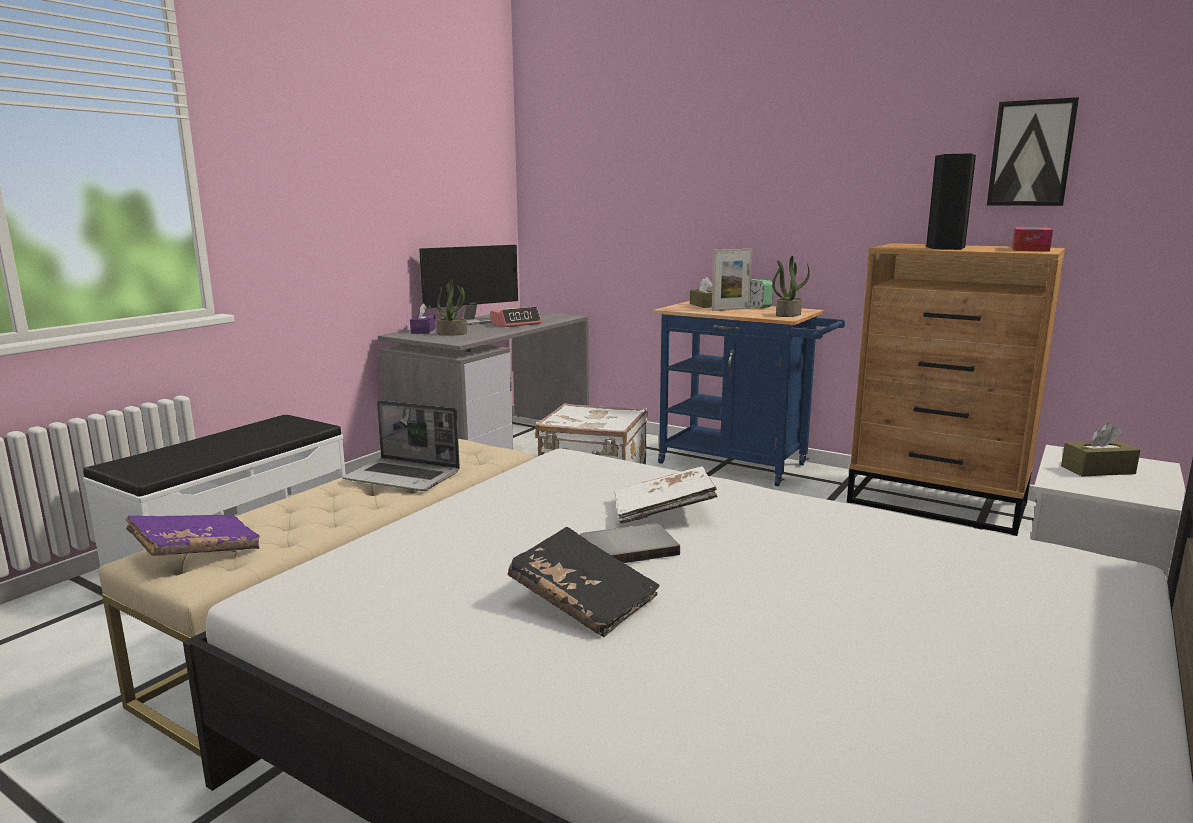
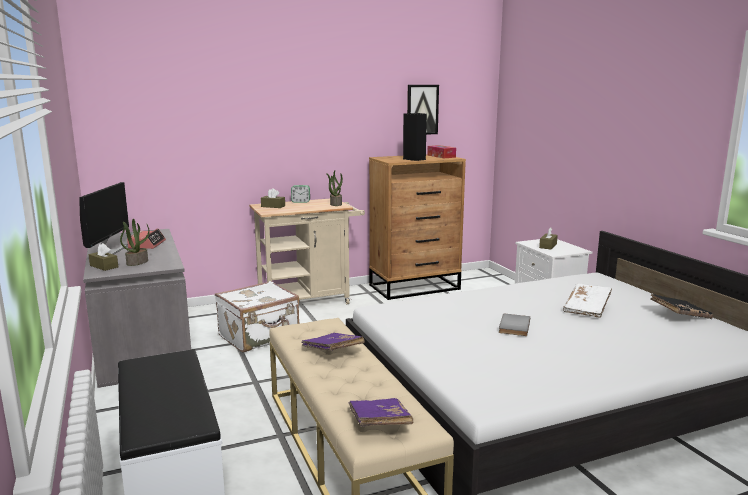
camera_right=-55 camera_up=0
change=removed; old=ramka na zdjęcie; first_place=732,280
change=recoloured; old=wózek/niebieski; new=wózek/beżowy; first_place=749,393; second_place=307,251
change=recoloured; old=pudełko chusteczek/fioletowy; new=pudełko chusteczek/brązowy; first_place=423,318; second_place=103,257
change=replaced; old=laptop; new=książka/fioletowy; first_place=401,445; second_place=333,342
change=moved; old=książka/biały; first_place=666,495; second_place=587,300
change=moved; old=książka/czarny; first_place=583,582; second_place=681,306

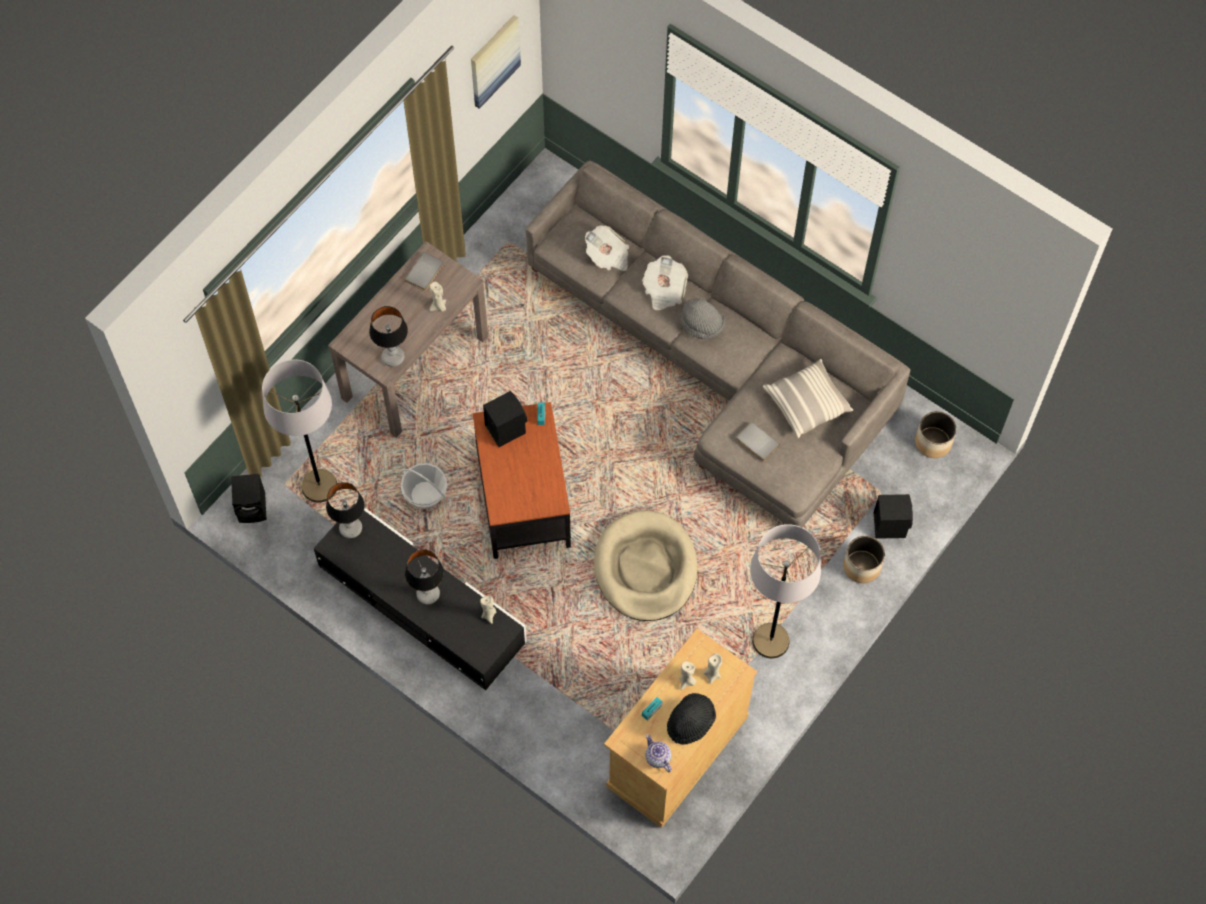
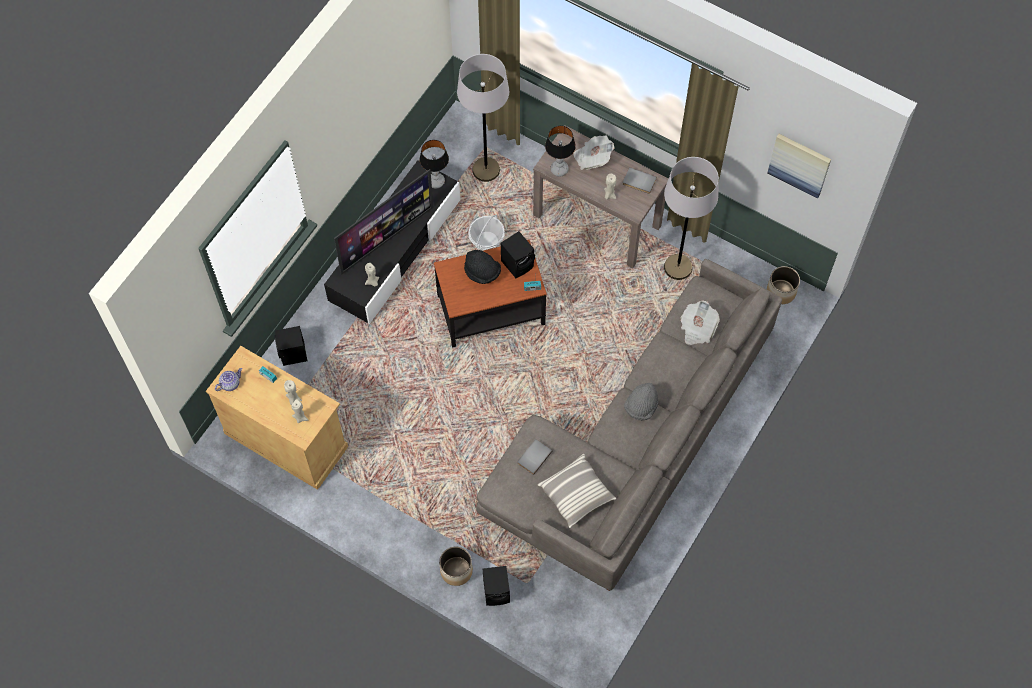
camera_right=85 camera_up=0
change=moved; old=gazeta; first_place=665,283; second_place=593,152
change=moved; old=donica; first_place=935,434; second_place=783,285
change=moved; old=głośnik/czarny; first_place=249,498; second_place=291,346
change=removed; old=legowisko/beżowy; first_place=646,565
change=moved; old=lampa stojąca/szary; first_place=785,591; second_place=691,218
change=replaced; old=lampa stołowa; new=telewizor; first_place=424,577; second_place=383,222
change=moved; old=kapelusz/czarny; first_place=691,719; second_place=482,267

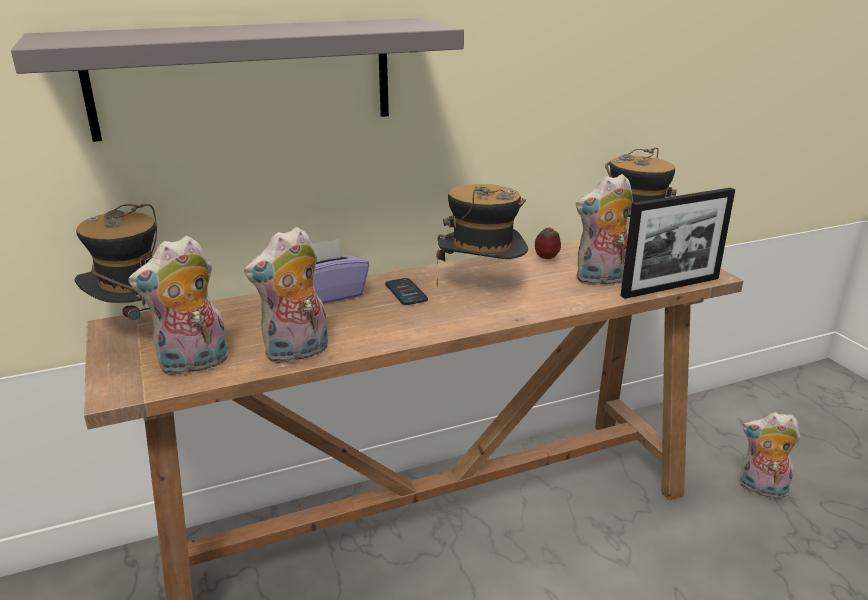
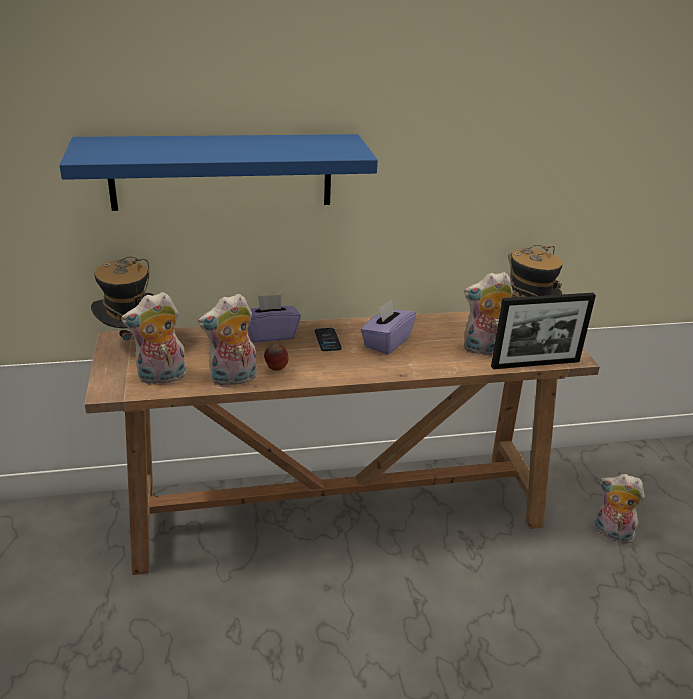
camera_right=10 camera_up=5
change=recoloured; old=półka/szary; new=półka/niebieski; first_place=237,80; second_place=218,172
change=replaced; old=kapelusz; new=pudełko chusteczek/fioletowy; first_place=482,235; second_place=388,327
change=moved; old=jabłko; first_place=548,243; second_place=276,357

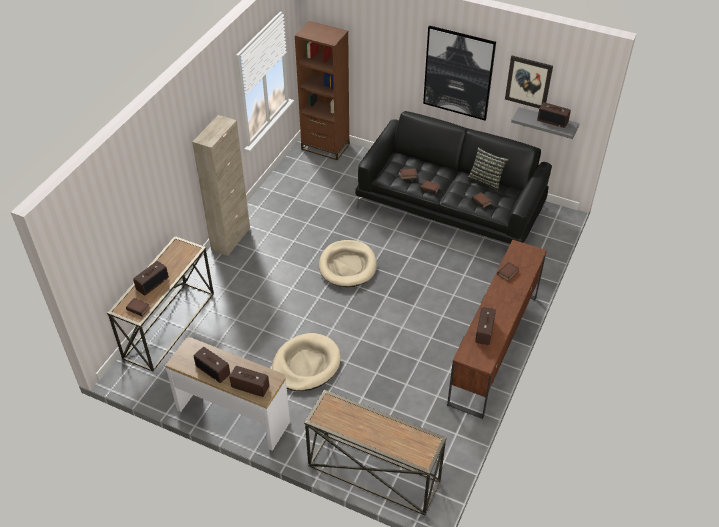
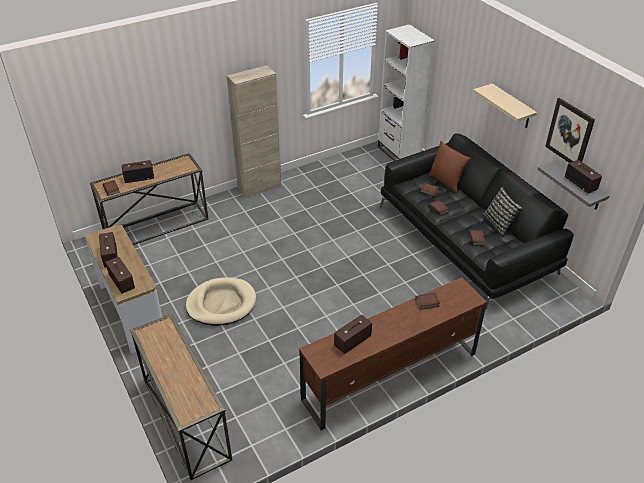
camera_right=35 camera_up=-5
change=recoloured; old=regał/brązowy; new=regał/biały; first_place=322,90; second_place=406,92
change=replaced; old=obraz; new=półka/beżowy; first_place=459,72; second_place=505,105
change=removed; old=legowisko/beżowy; first_place=348,263
change=added; new=poduszka/brązowy; second_place=449,167

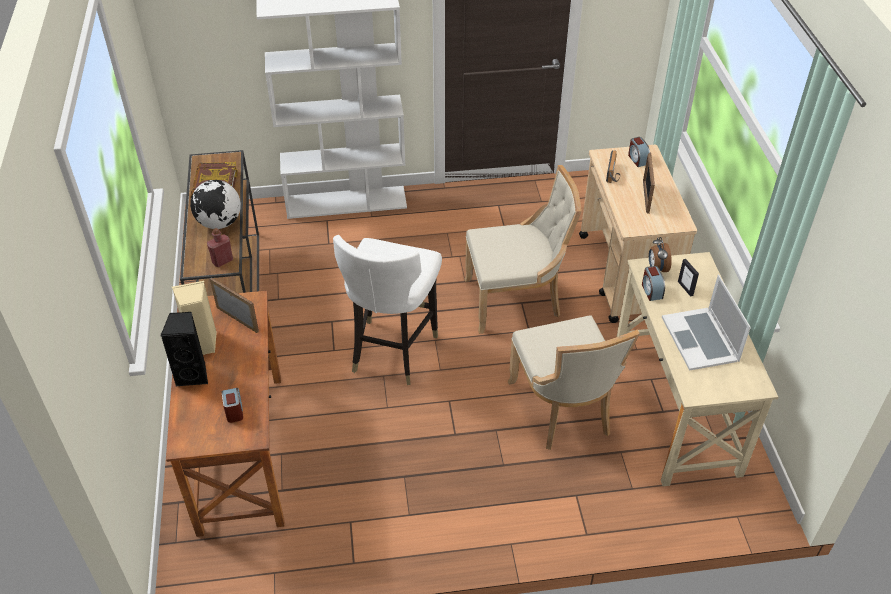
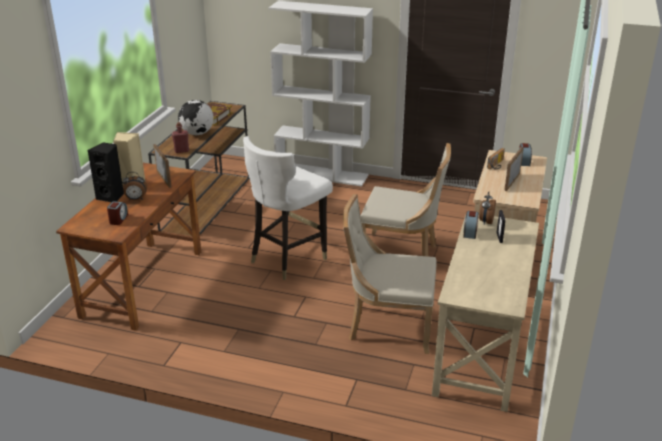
camera_right=25 camera_up=-15
change=removed; old=laptop; first_place=706,323
change=turned; old=krzesło/beżowy; first_place=573,382; second_place=389,274; degrees=90
change=added; new=budzik; second_place=134,186

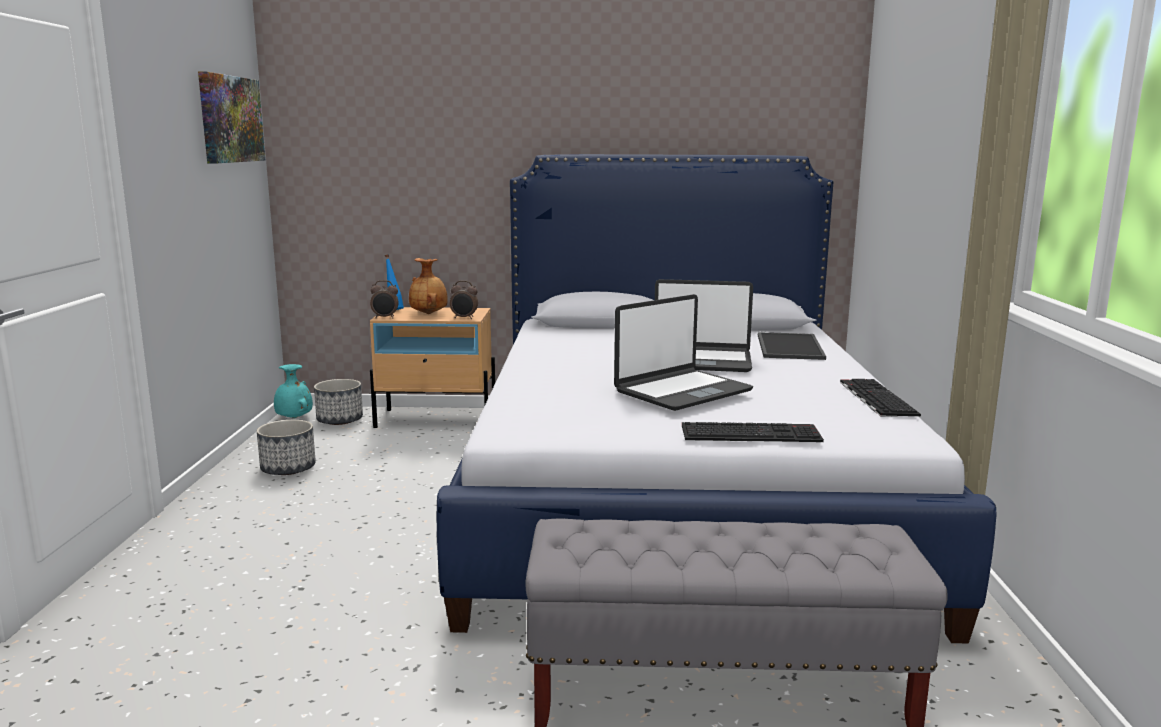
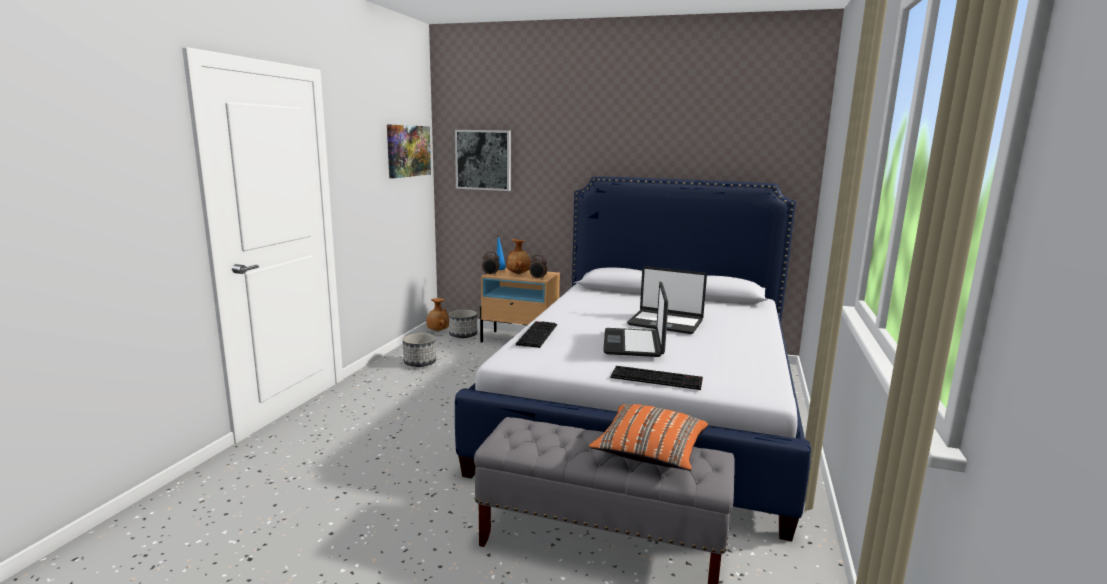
camera_right=15 camera_up=0
change=turned; old=laptop; first_place=683,352; second_place=635,319; degrees=120
change=removed; old=taca; first_place=792,346
change=recoloured; old=wazon/turkusowy; new=wazon/brązowy; first_place=293,391; second_place=438,314
change=moved; old=klawiatura; first_place=880,398; second_place=536,334
change=added; new=obraz; second_place=483,160
change=added; new=poduszka/pomarańczowy; second_place=648,437

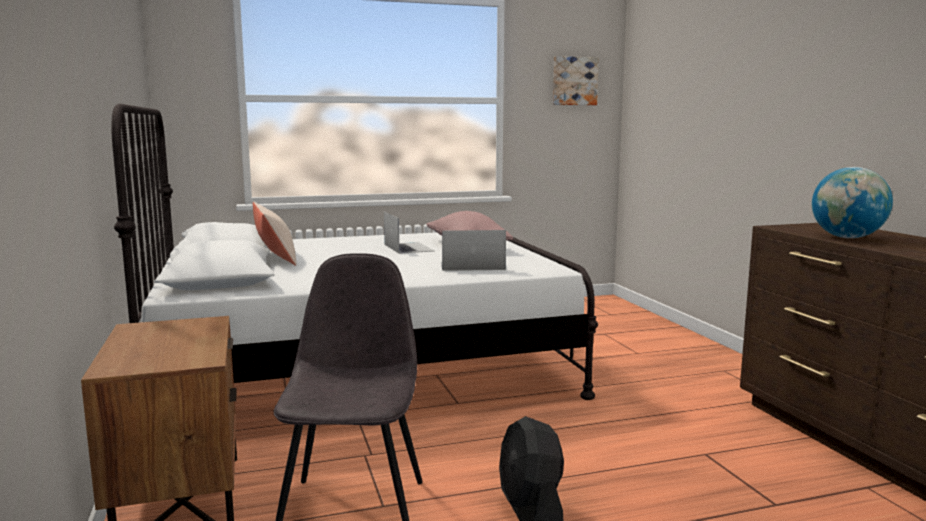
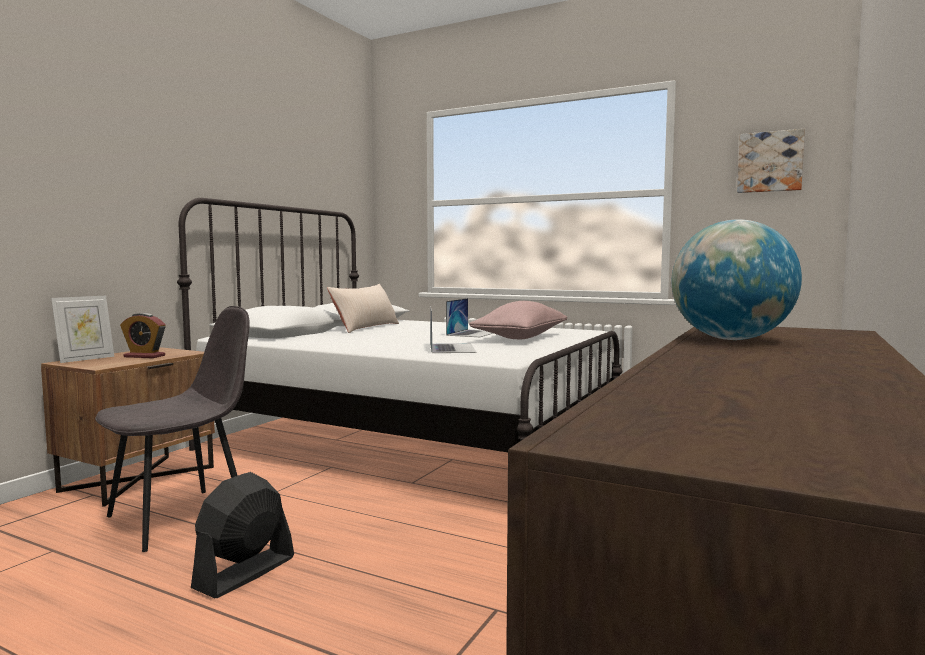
camera_right=45 camera_up=-5
change=turned; old=laptop; first_place=473,250; second_place=453,329; degrees=45
change=added; new=ramka na zdjęcie; second_place=83,329
change=added; new=budzik; second_place=143,335

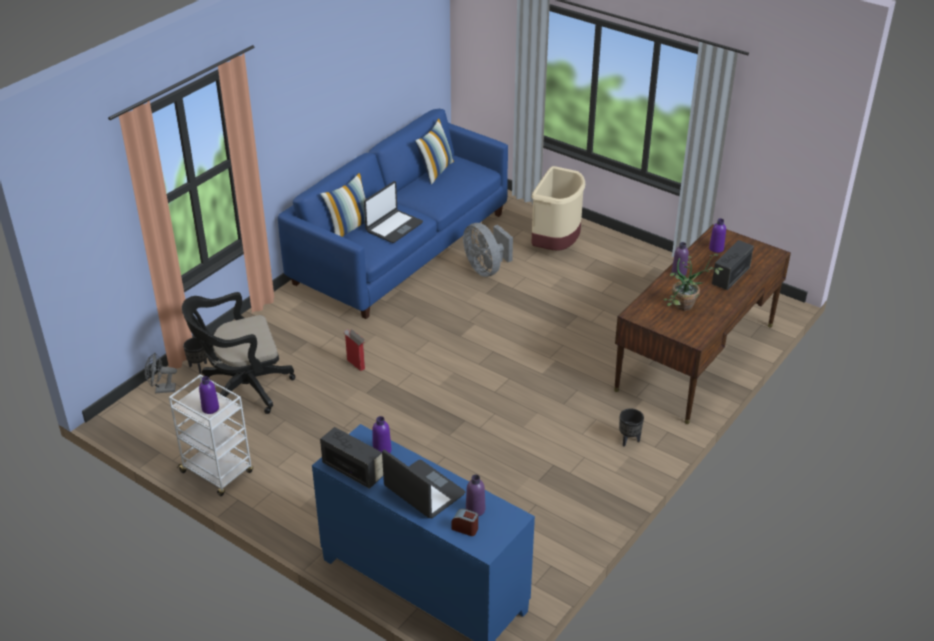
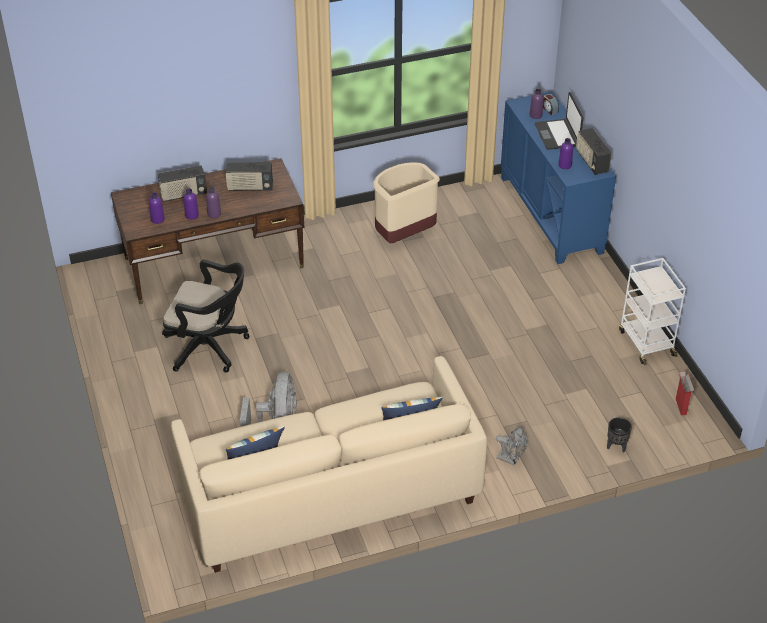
camera_right=-145 camera_up=5
change=recoloured; old=kanapa/niebieski; new=kanapa/beżowy; first_place=393,214; second_place=329,464
change=moved; old=kosz na śmieci/beżowy; first_place=558,208; second_place=406,202
change=removed; old=laptop; first_place=393,212
change=replaced; old=roślina doniczkowa; new=radio; first_place=693,282; second_place=249,176
change=moved; old=krzesło biurowe/czarny; first_place=239,353; second_place=205,316
change=moved; old=karton; first_place=354,350; second_place=685,393
change=moved; old=wentylator/szary; first_place=161,373; second_place=511,446
change=moved; old=butelka/fioletowy; first_place=209,395; second_place=191,204
change=removed; old=donica/czarny; first_place=631,428

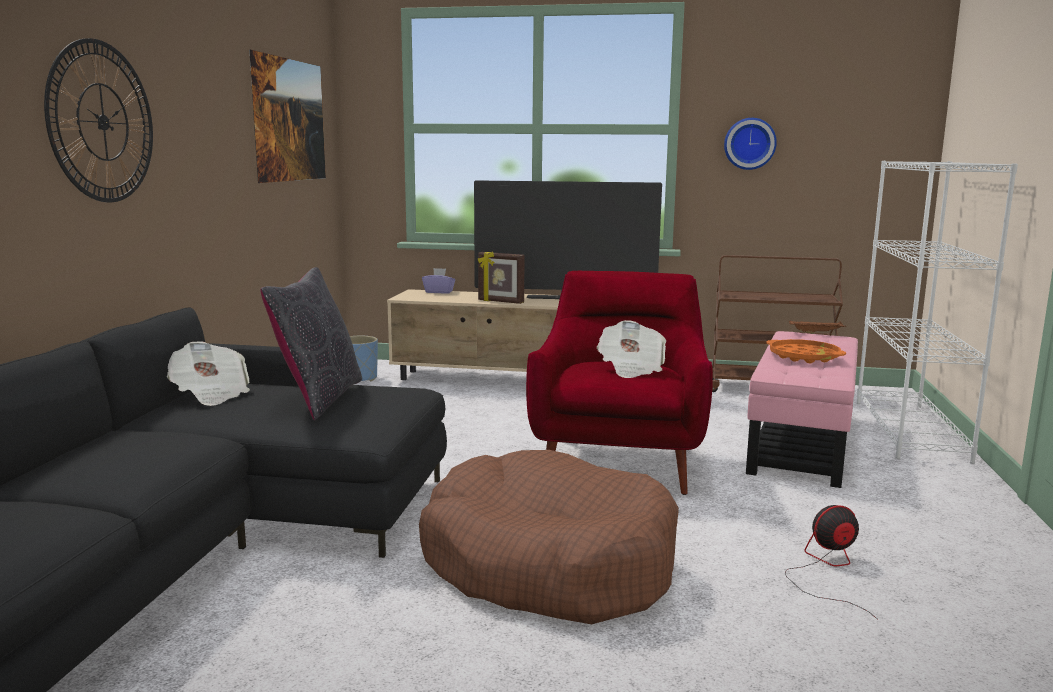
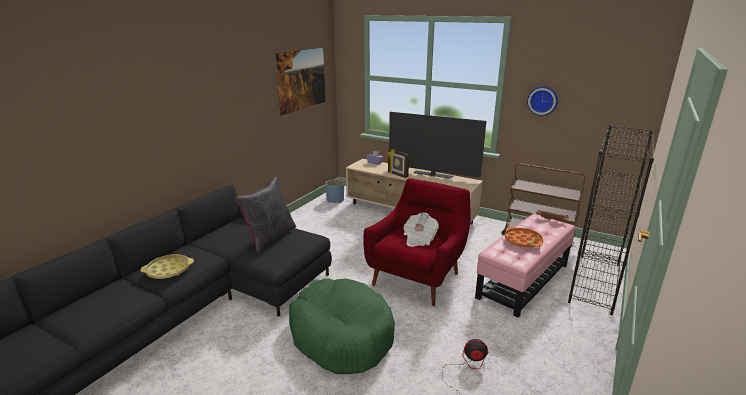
camera_right=20 camera_up=10
change=removed; old=zegar ścienny; first_place=98,120
change=recoloured; old=regał/biały; new=regał/czarny; first_place=937,312; second_place=611,220
change=removed; old=gazeta; first_place=208,373
change=recoloured; old=legowisko/brązowy; new=legowisko/zielony; first_place=549,537; second_place=342,326
change=added; new=taca/żółty; second_place=167,266

